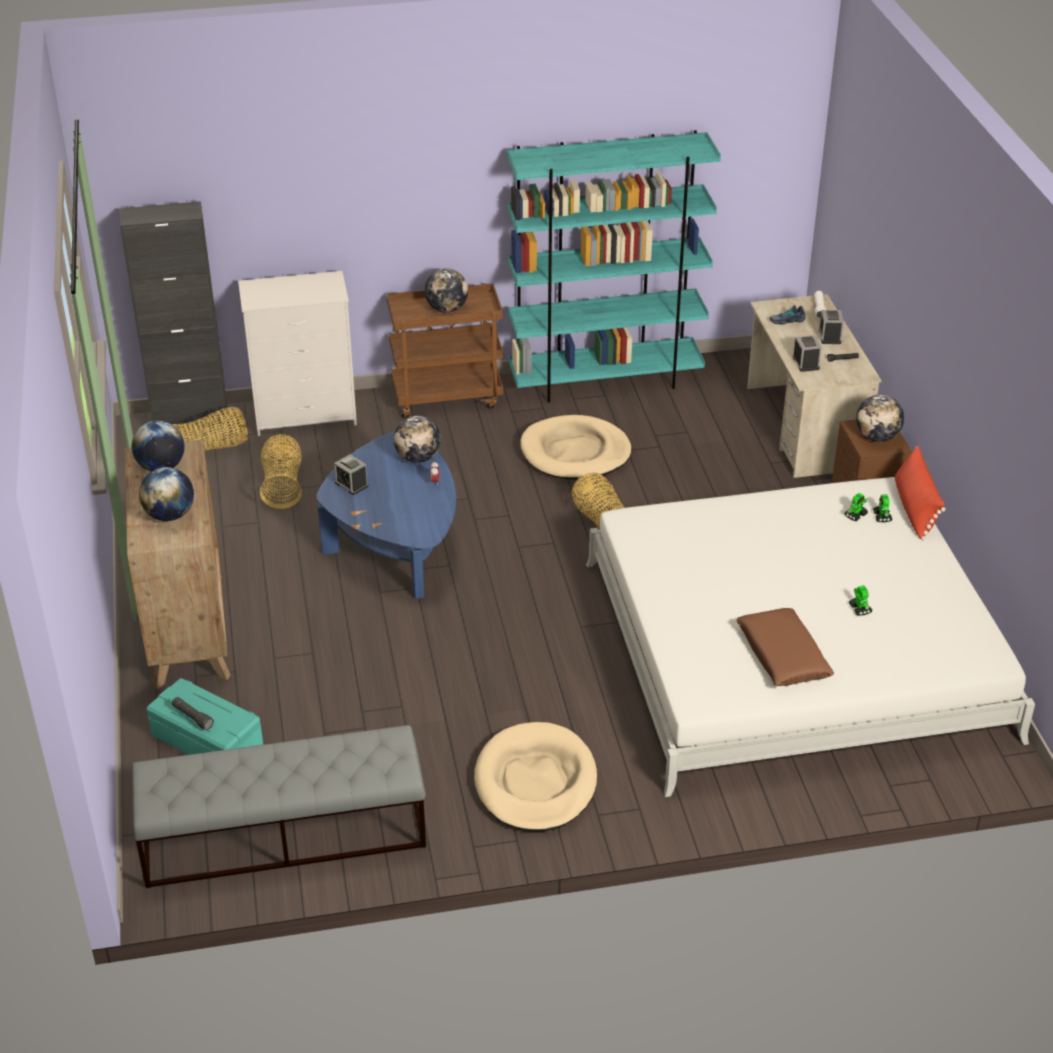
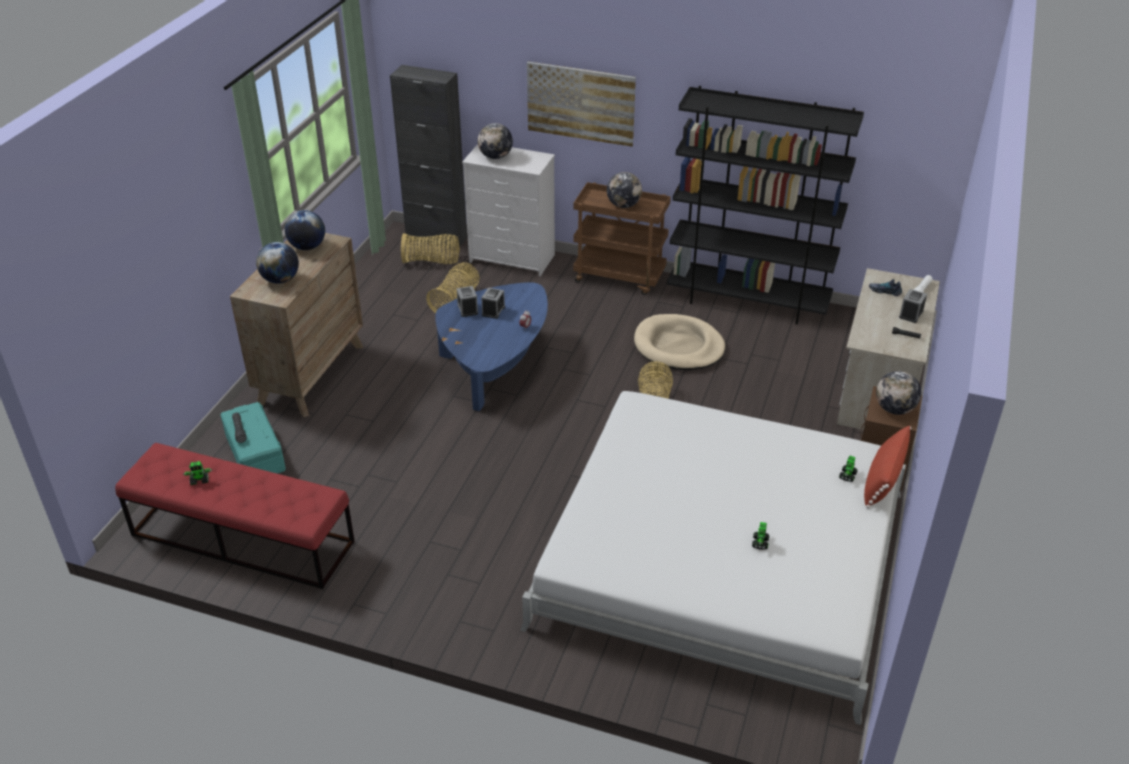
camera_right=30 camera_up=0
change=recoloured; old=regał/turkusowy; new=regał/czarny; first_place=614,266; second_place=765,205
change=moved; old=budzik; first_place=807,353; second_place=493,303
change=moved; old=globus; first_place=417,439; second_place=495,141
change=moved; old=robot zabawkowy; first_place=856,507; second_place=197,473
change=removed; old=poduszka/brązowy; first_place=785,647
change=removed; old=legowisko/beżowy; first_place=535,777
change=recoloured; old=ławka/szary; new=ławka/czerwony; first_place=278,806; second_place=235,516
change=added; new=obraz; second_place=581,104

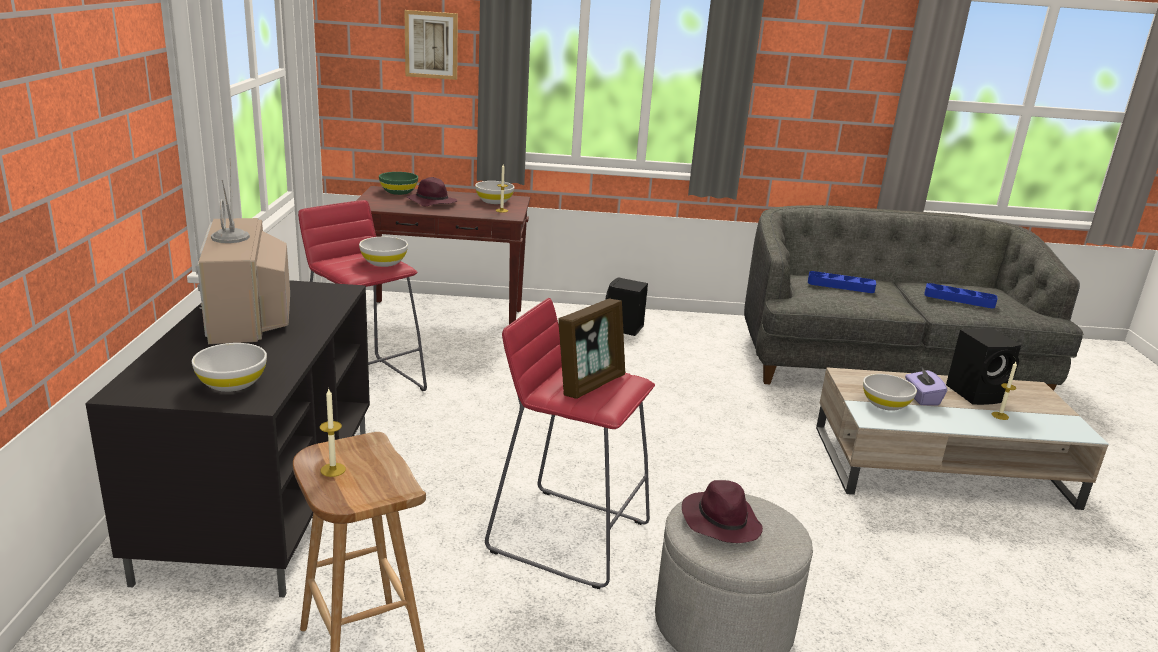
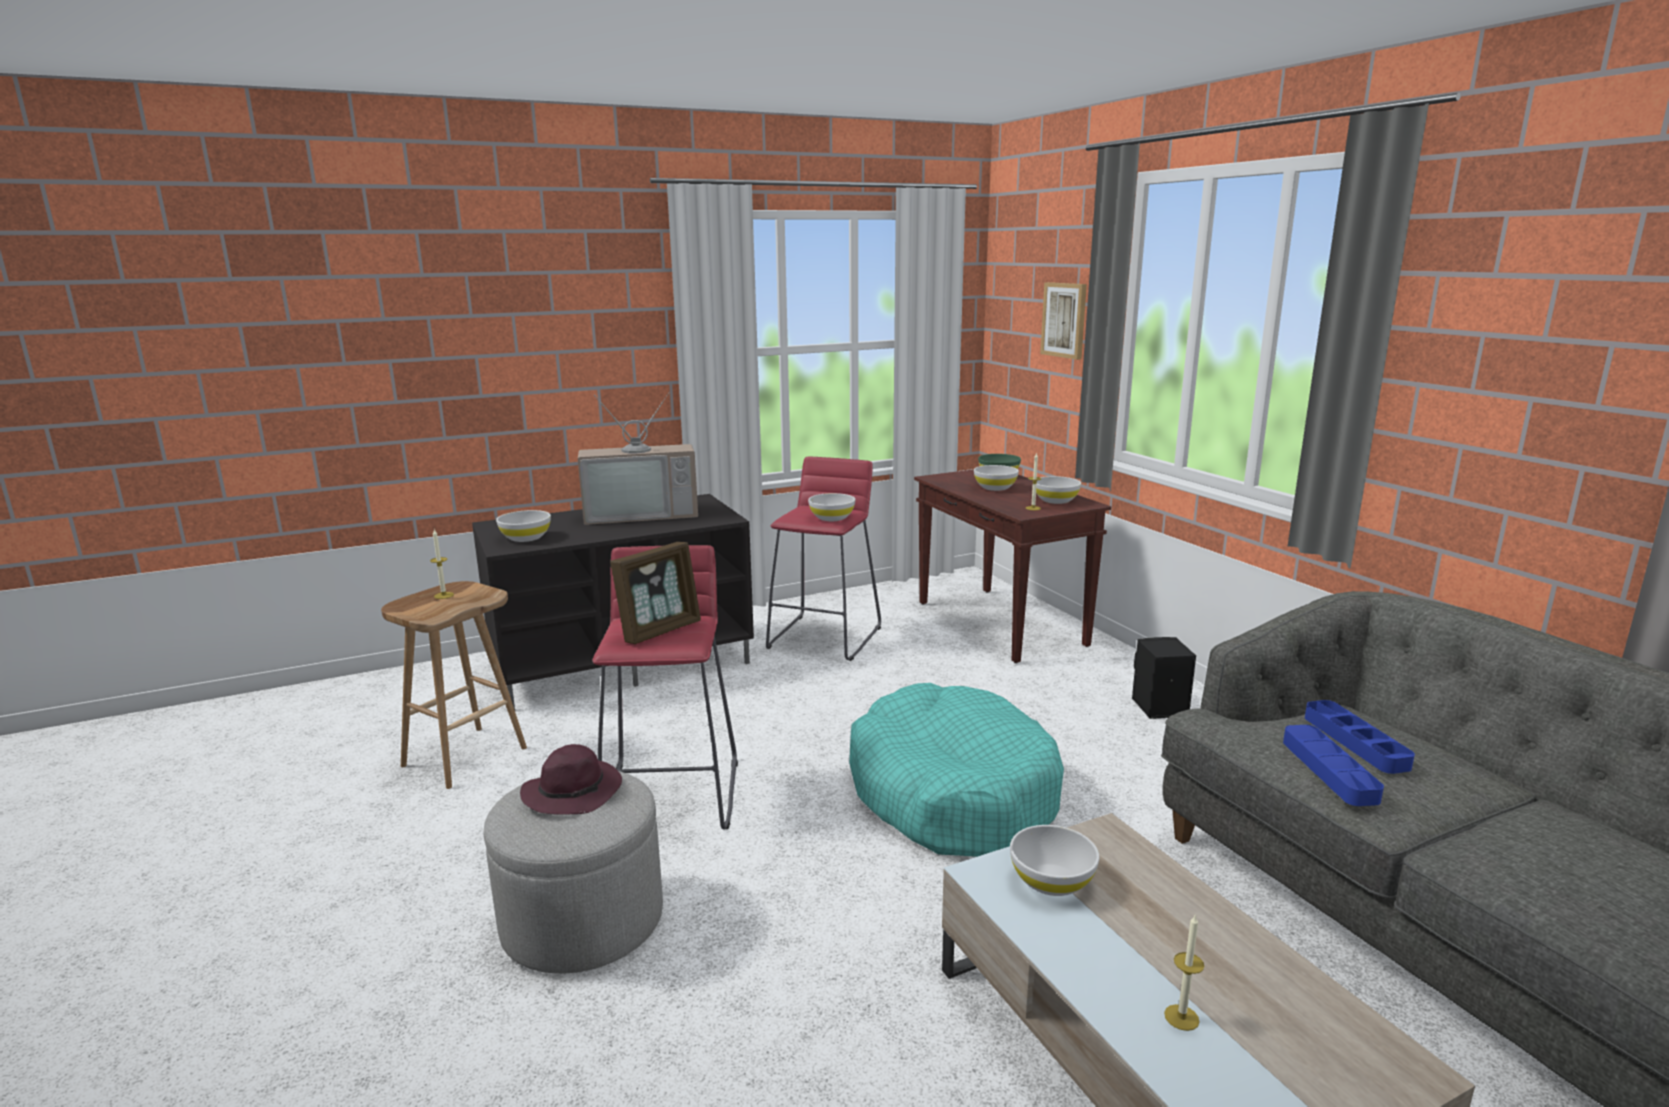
camera_right=65 camera_up=-5
change=turned; old=telewizor; first_place=242,251; second_place=638,458; degrees=-150
change=replaced; old=kapelusz/fioletowy; new=miska/biały; first_place=432,191; second_place=996,478
change=moved; old=taca/niebieski; first_place=960,295; second_place=1333,765
change=turned; old=ramka na zdjęcie; first_place=591,349; second_place=655,593; degrees=-60
change=removed; old=głośnik/czarny; first_place=983,366
change=removed; old=pudełko chusteczek/fioletowy; first_place=926,387
change=added; new=legowisko/turkusowy; second_place=956,770

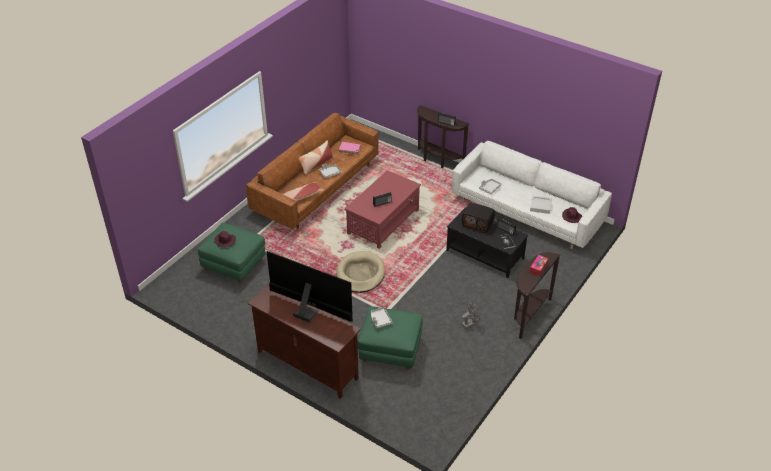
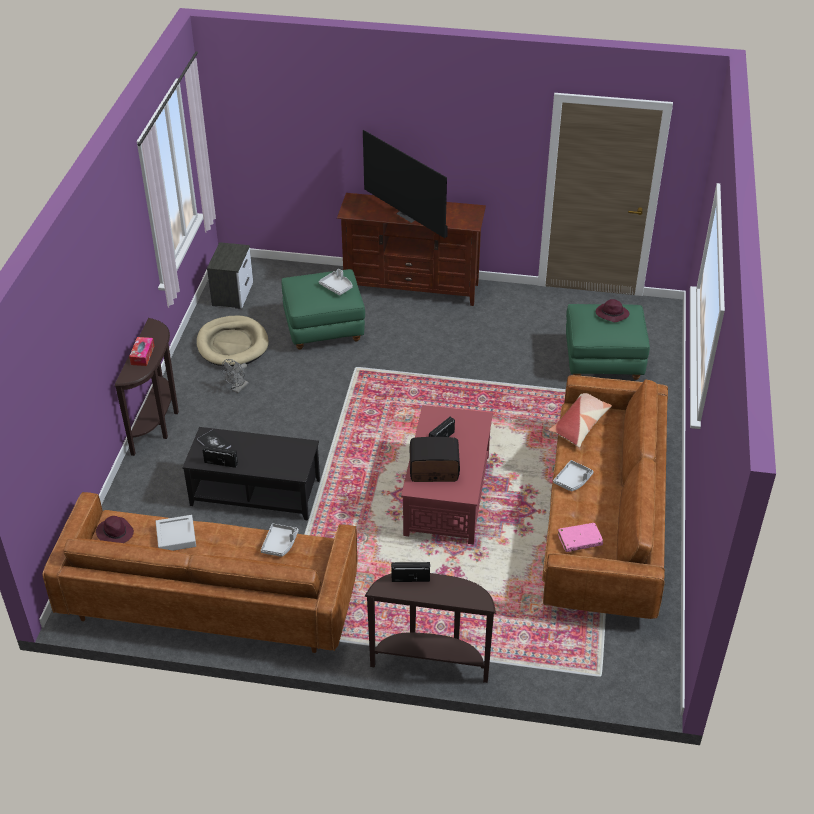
camera_right=155 camera_up=0
change=removed; old=poduszka; first_place=317,158
change=recoloured; old=kanapa/biały; new=kanapa/brązowy; first_place=532,195; second_place=200,572
change=moved; old=radio; first_place=478,218; second_place=435,459
change=turned; old=telewizor; first_place=309,287; second_place=405,184; degrees=45
change=moved; old=legowisko/beżowy; first_place=360,272; second_place=232,340
change=added; new=szafka nocna; second_place=230,275

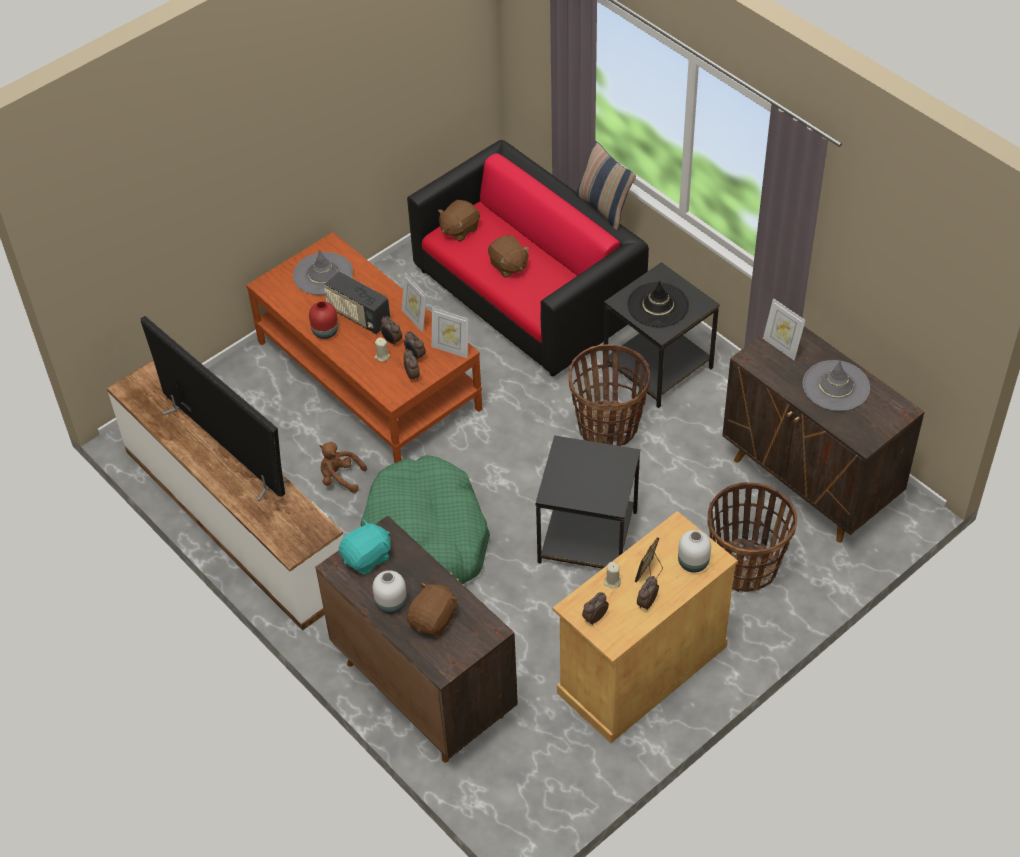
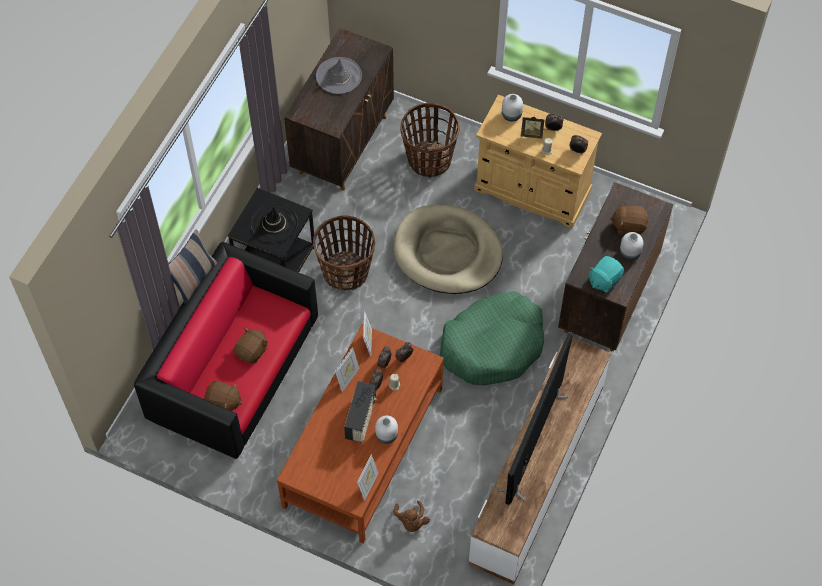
camera_right=-115 camera_up=10
change=removed; old=kapelusz/szary; first_place=323,272
change=moved; old=ramka na zdjęcie; first_place=784,329; second_place=367,477
change=recoloured; old=wazon/czerwony; new=wazon/biały; first_place=323,320; second_place=386,429
change=replaced; old=stolik/czarny; new=legowisko/beżowy; first_place=587,502; second_place=448,249
change=moved; old=pluszak/brązowy; first_place=343,467; second_place=411,516
change=turned; old=pluszak/turkusowy; first_place=365,546; second_place=606,274; degrees=-75

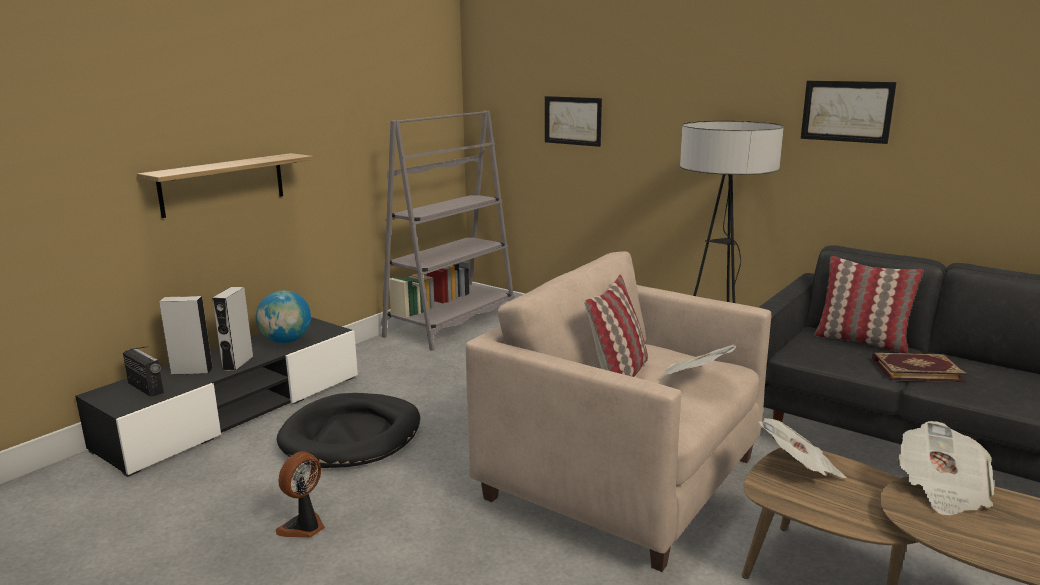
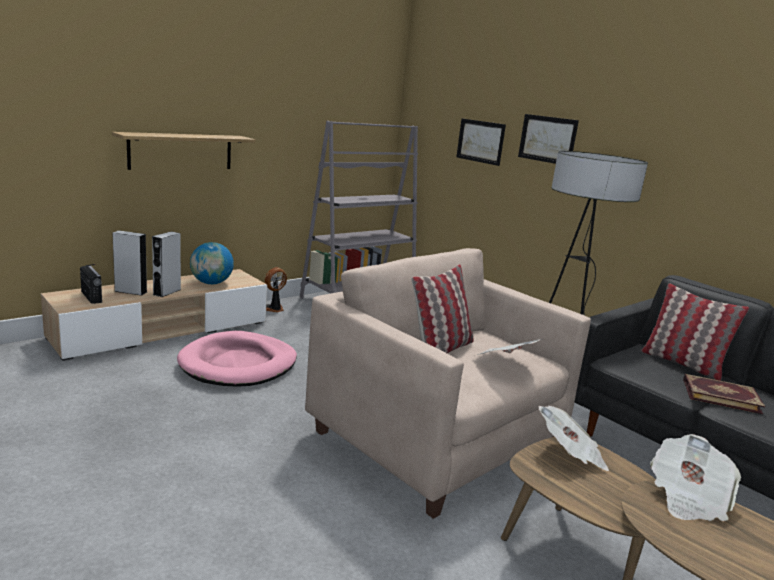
camera_right=10 camera_up=0
change=moved; old=obraz; first_place=849,112; second_place=548,139
change=recoloured; old=szafka pod telewizor/czarny; new=szafka pod telewizor/beżowy; first_place=216,397; second_place=154,315
change=recoloured; old=legowisko/czarny; new=legowisko/różowy; first_place=348,430; second_place=237,359
change=moved; old=wentylator; first_place=300,494; second_place=276,289

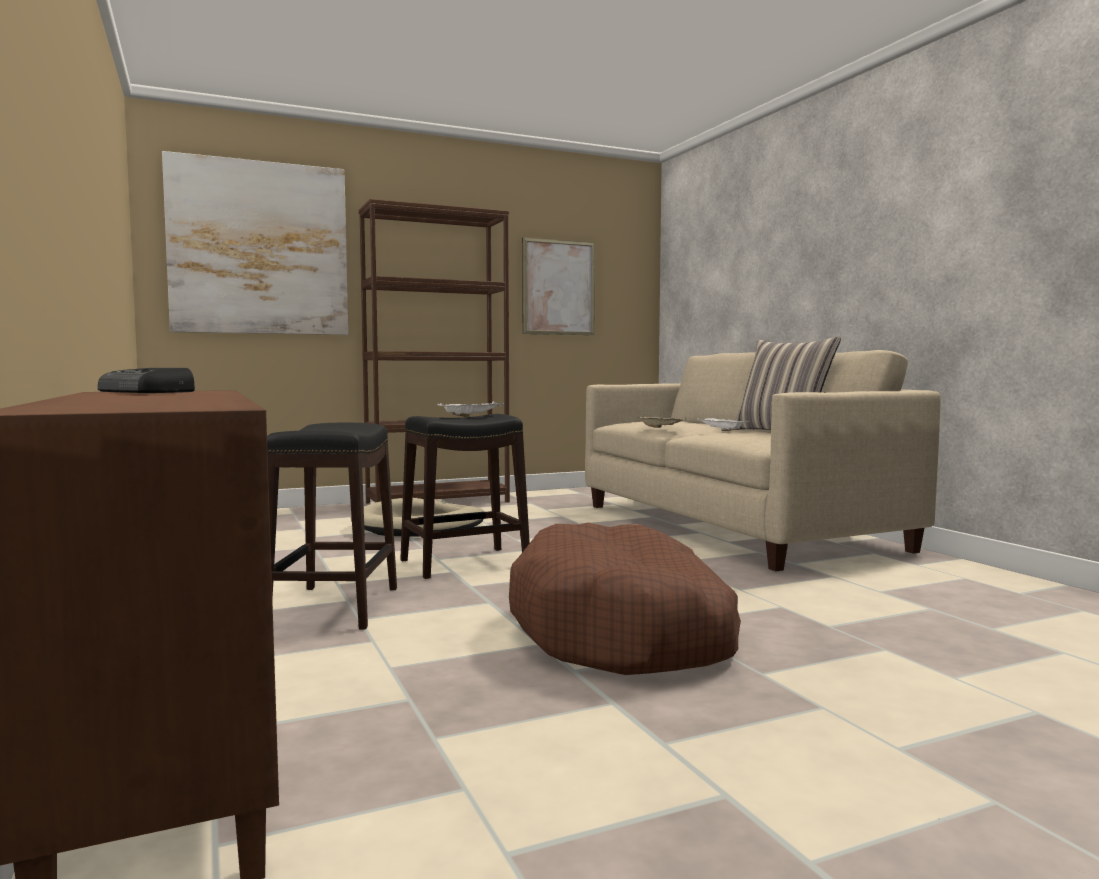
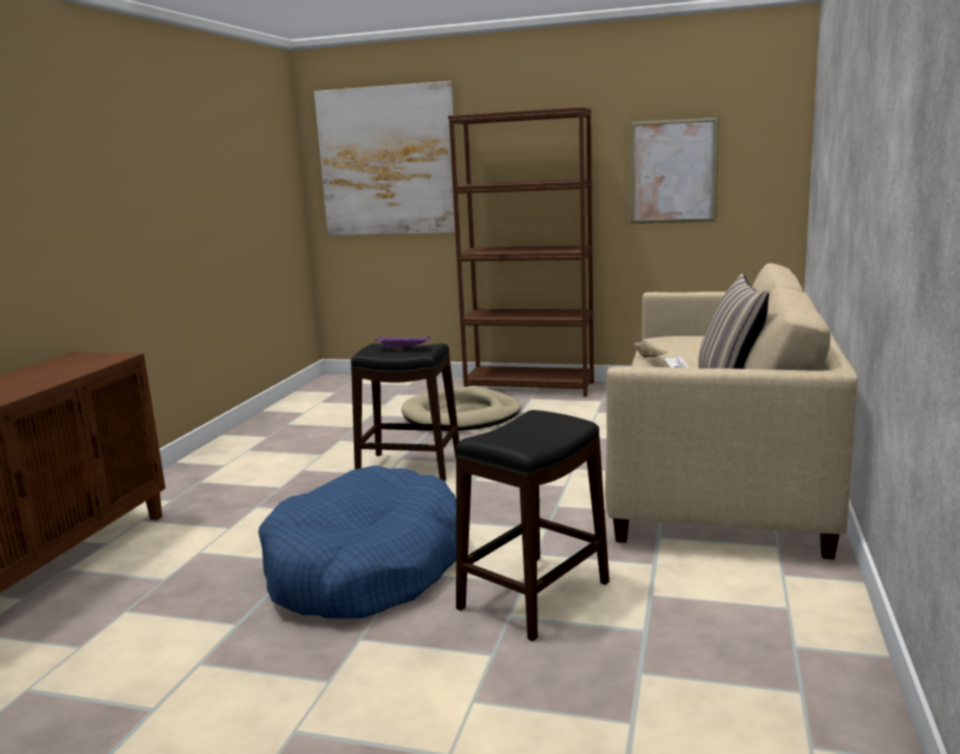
camera_right=40 camera_up=10
change=removed; old=radio; first_place=146,380
change=recoloured; old=taca/biały; new=taca/fioletowy; first_place=470,409; second_place=402,343
change=moved; old=stołek/czarny; first_place=332,526; second_place=532,525
change=recoloured; old=legowisko/brązowy; new=legowisko/niebieski; first_place=625,599; second_place=357,542

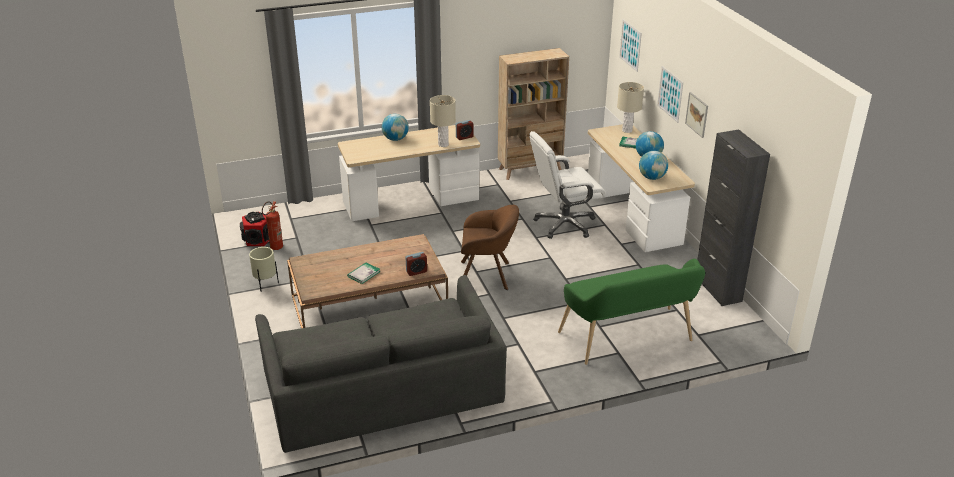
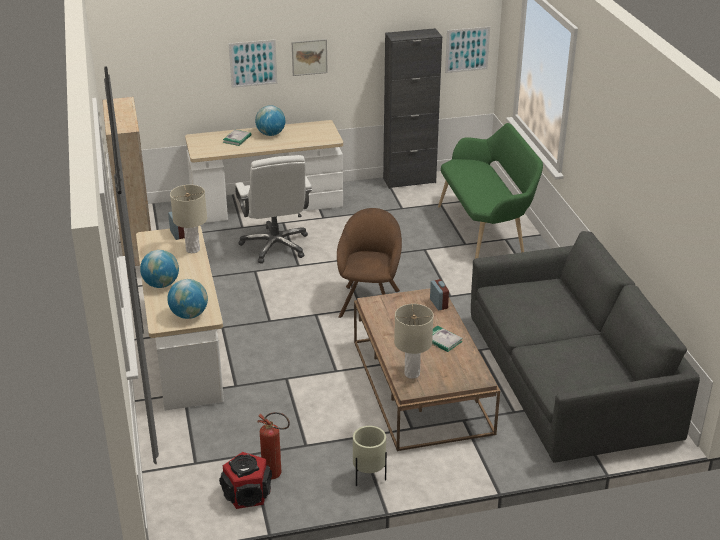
camera_right=-85 camera_up=0
change=moved; old=obraz; first_place=630,45; second_place=467,50
change=moved; old=lampa stołowa/beżowy; first_place=630,107; second_place=414,341
change=moved; old=globus; first_place=653,165; second_place=187,299

